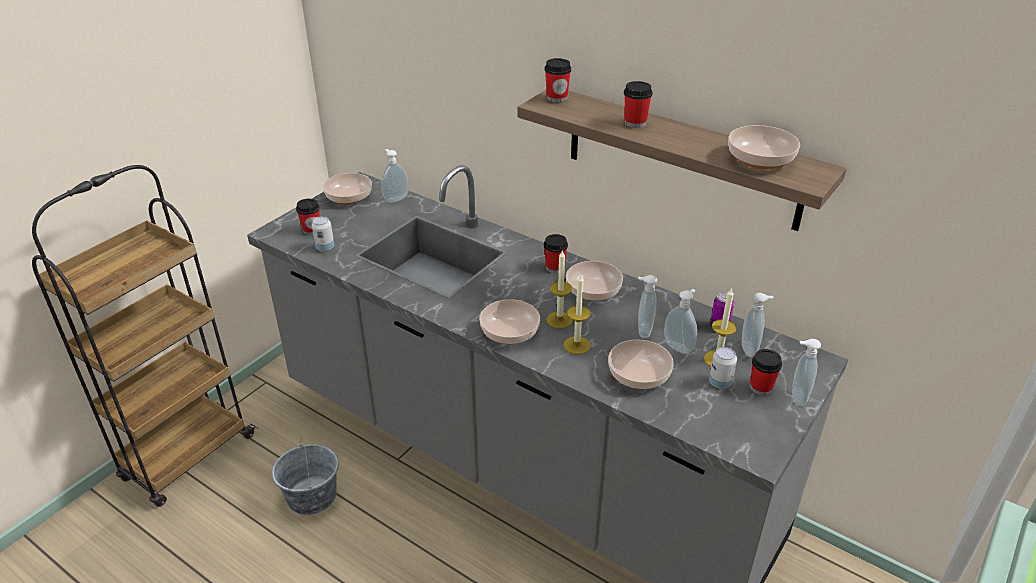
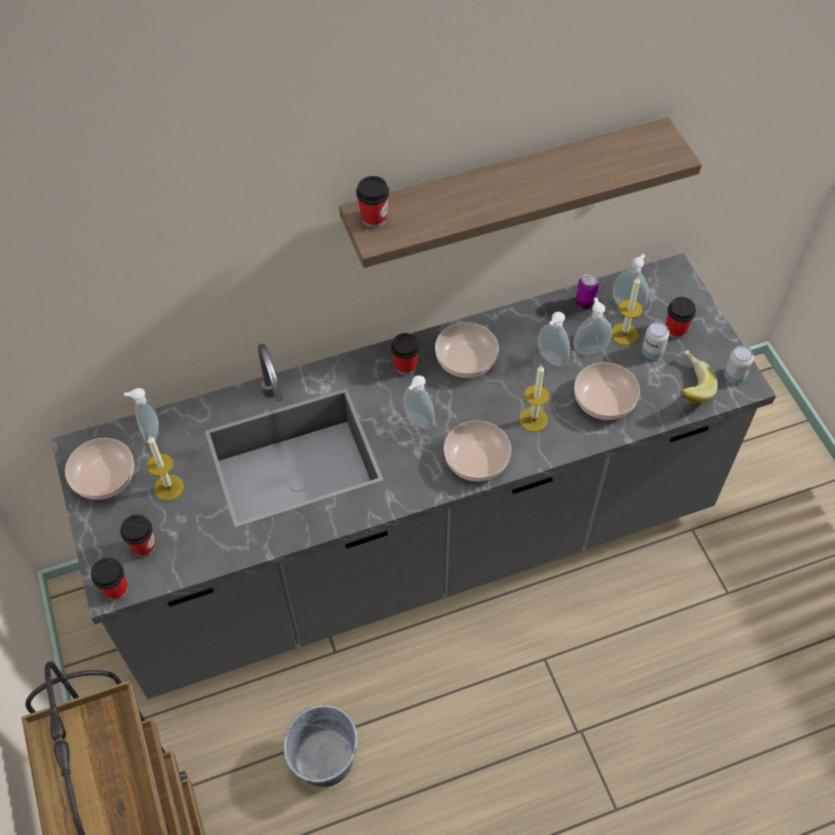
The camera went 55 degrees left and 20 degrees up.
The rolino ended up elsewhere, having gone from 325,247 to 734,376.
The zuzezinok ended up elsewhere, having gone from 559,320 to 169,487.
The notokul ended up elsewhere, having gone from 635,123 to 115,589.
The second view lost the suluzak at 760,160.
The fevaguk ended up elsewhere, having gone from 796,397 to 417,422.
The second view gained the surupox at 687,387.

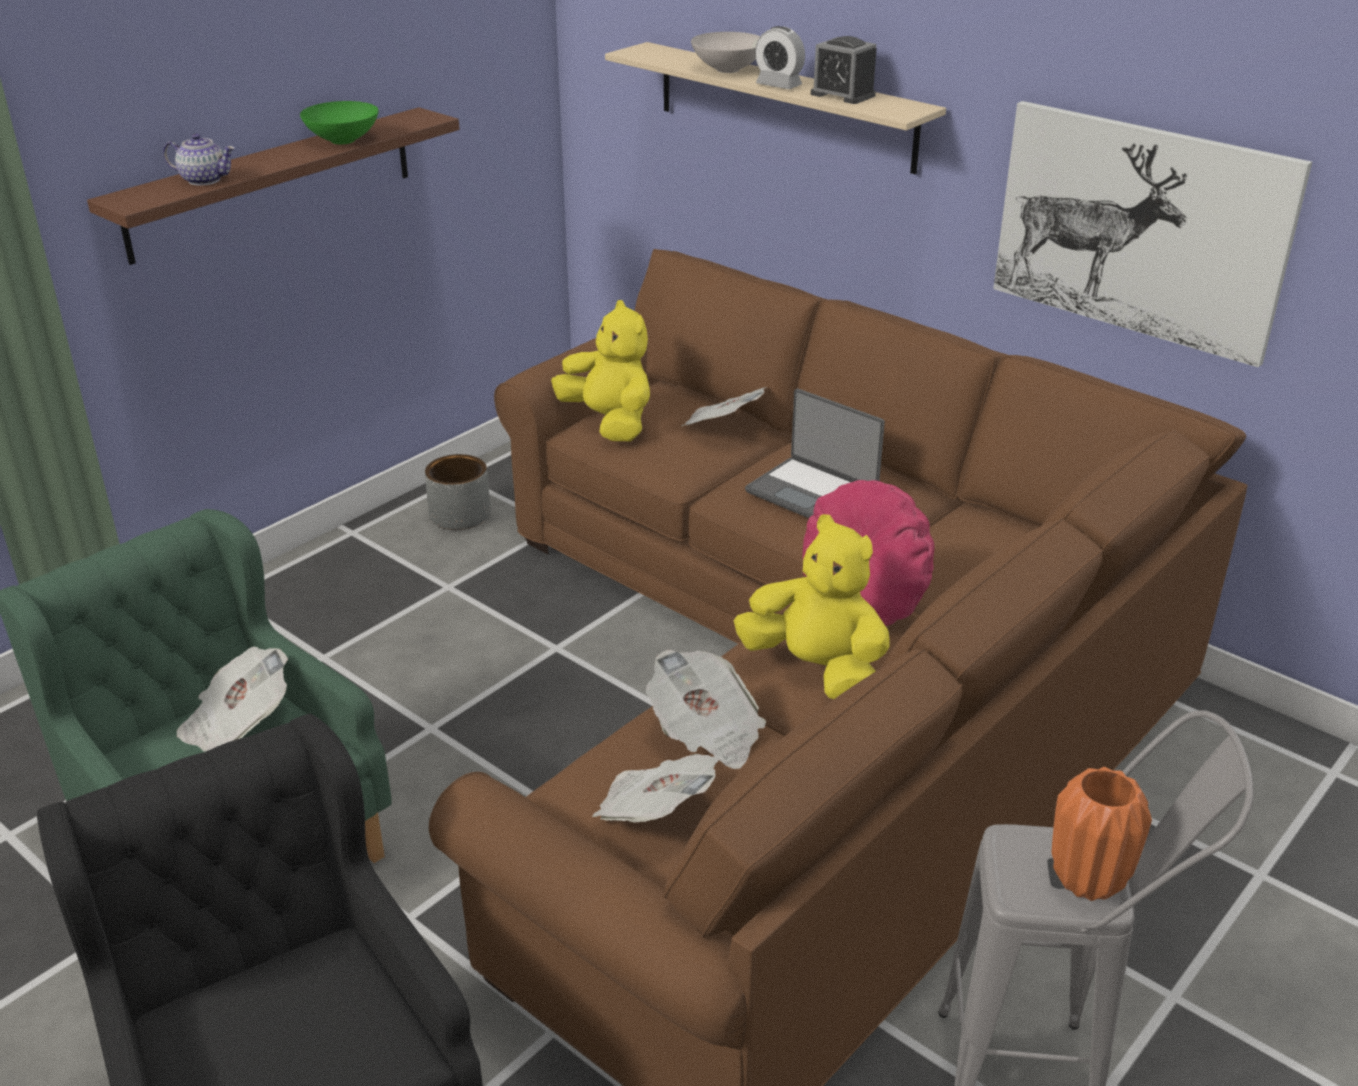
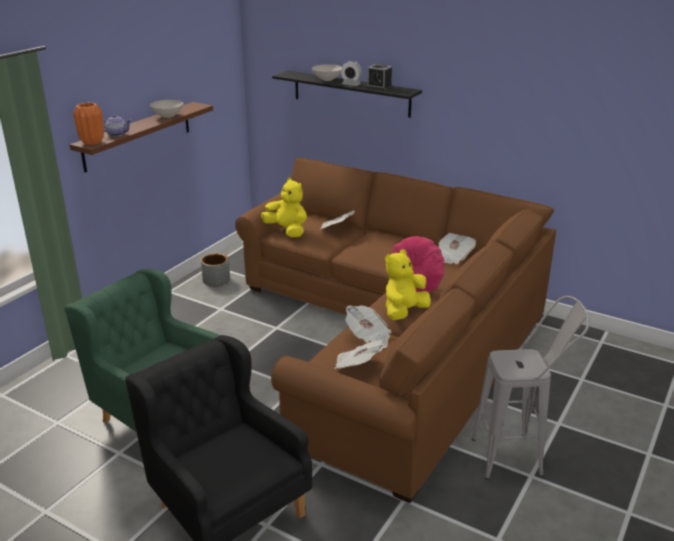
The camera went 10 degrees left and 5 degrees down.
The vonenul ended up elsewhere, having gone from 237,724 to 453,257.
What was the suluzak (green) at 342,141 turned into the suluzak (white) at 167,116.
What was the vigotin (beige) at 784,106 turned into the vigotin (black) at 351,93.
The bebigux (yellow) at 816,670 ended up facing another way, 75 degrees counterclockwise from before.
The second view lost the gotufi at 813,493.
The second view lost the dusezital at 1140,229.
The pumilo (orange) ended up elsewhere, having gone from 1089,881 to 92,142.

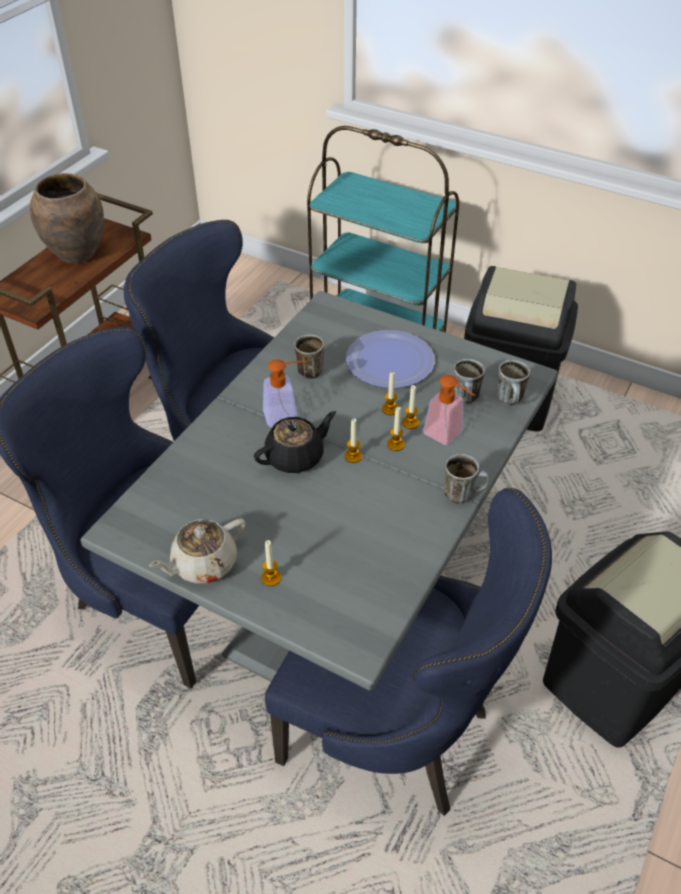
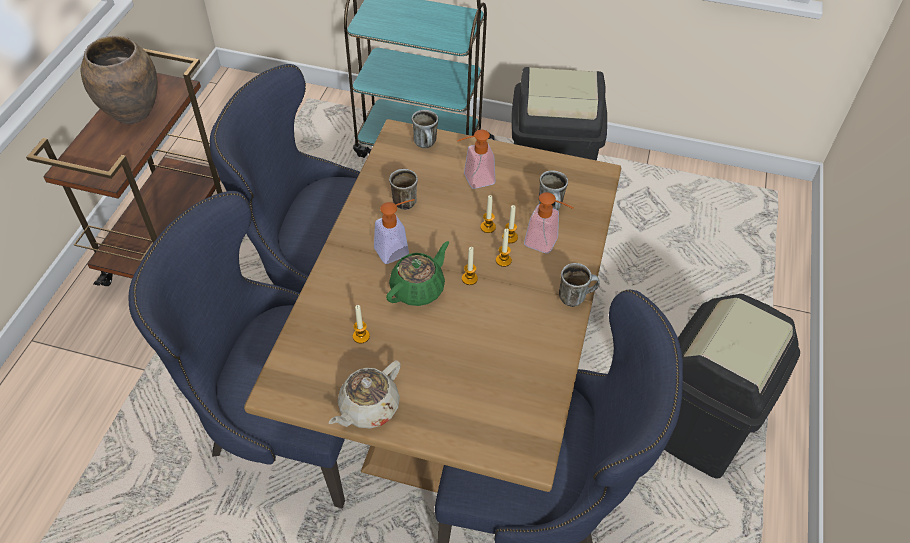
The camera went 15 degrees left and 5 degrees up.
What was the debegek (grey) at 340,595 turned into the debegek (brown) at 451,394.
What was the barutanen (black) at 296,457 turned into the barutanen (green) at 418,288.
The zuzezinok ended up elsewhere, having gone from 271,578 to 361,336.
Where the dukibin stood at 390,361, the fevaguk came to stand at 473,180.
The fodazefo ended up elsewhere, having gone from 511,401 to 427,145.

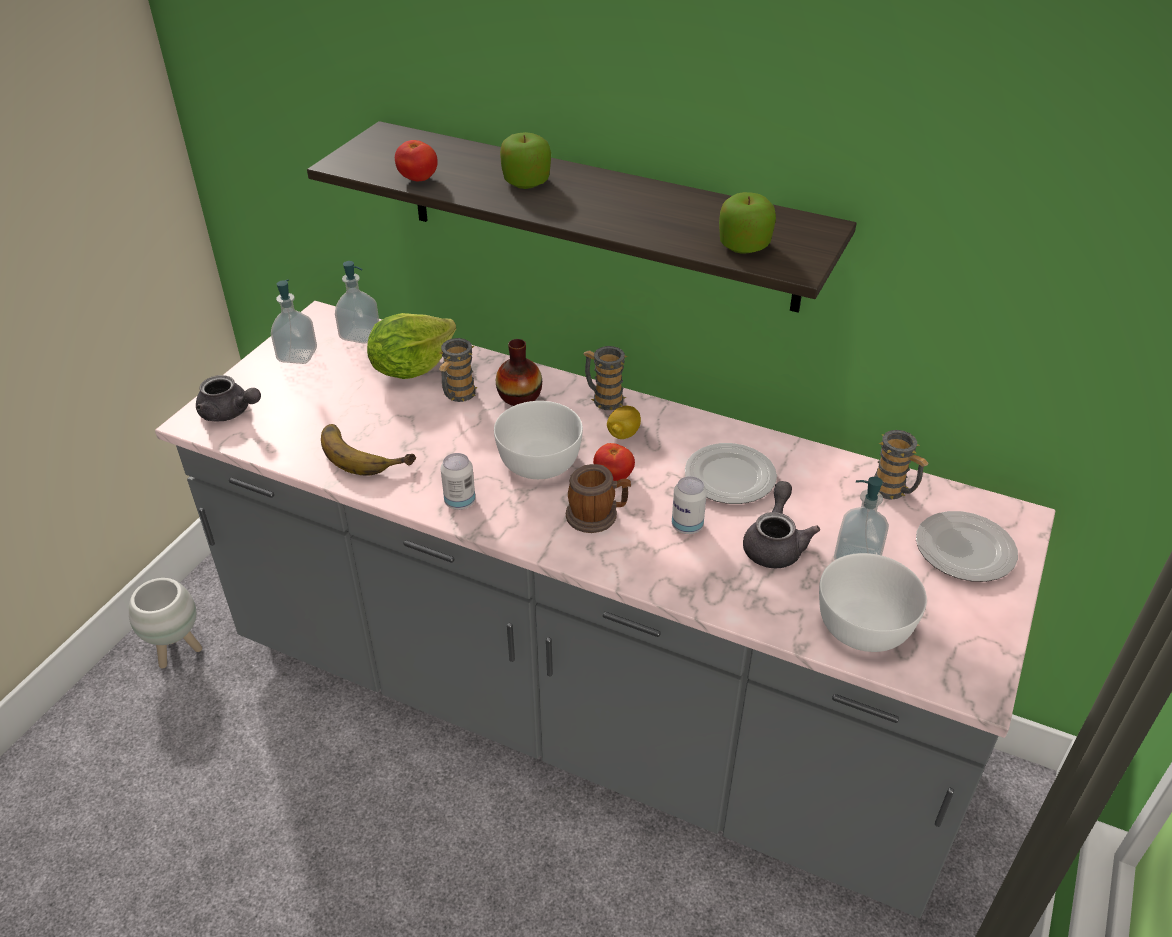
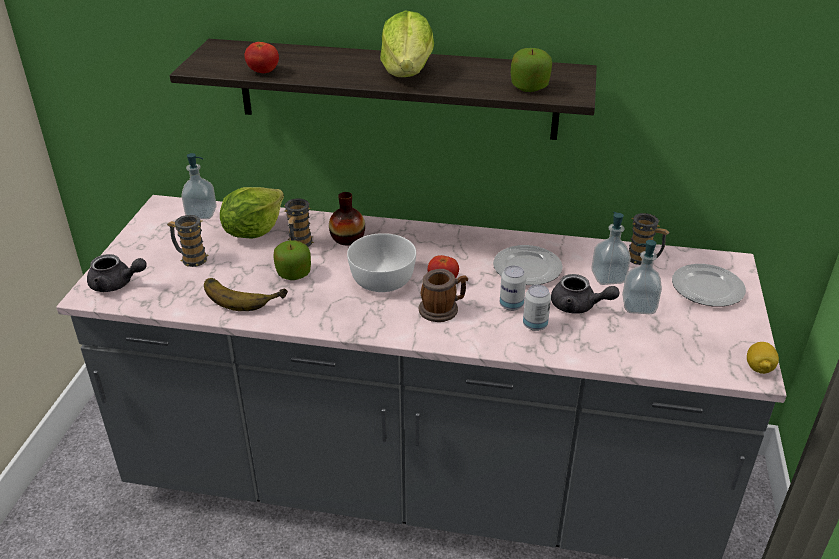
The camera went 15 degrees left and 5 degrees down.
The second view lost the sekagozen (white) at 178,651.
The fevaguk ended up elsewhere, having gone from 297,355 to 608,277.
The rolino ended up elsewhere, having gone from 460,502 to 535,325.
The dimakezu ended up elsewhere, having gone from 526,181 to 294,273.
The fodazefo ended up elsewhere, having gone from 603,399 to 190,259.
The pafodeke ended up elsewhere, having gone from 623,434 to 759,368.
The barutanen (grey) at 775,544 ended up facing another way, 120 degrees clockwise from before.
The second view lost the suluzak (white) at 865,624.
The second view gained the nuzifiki at 407,72.

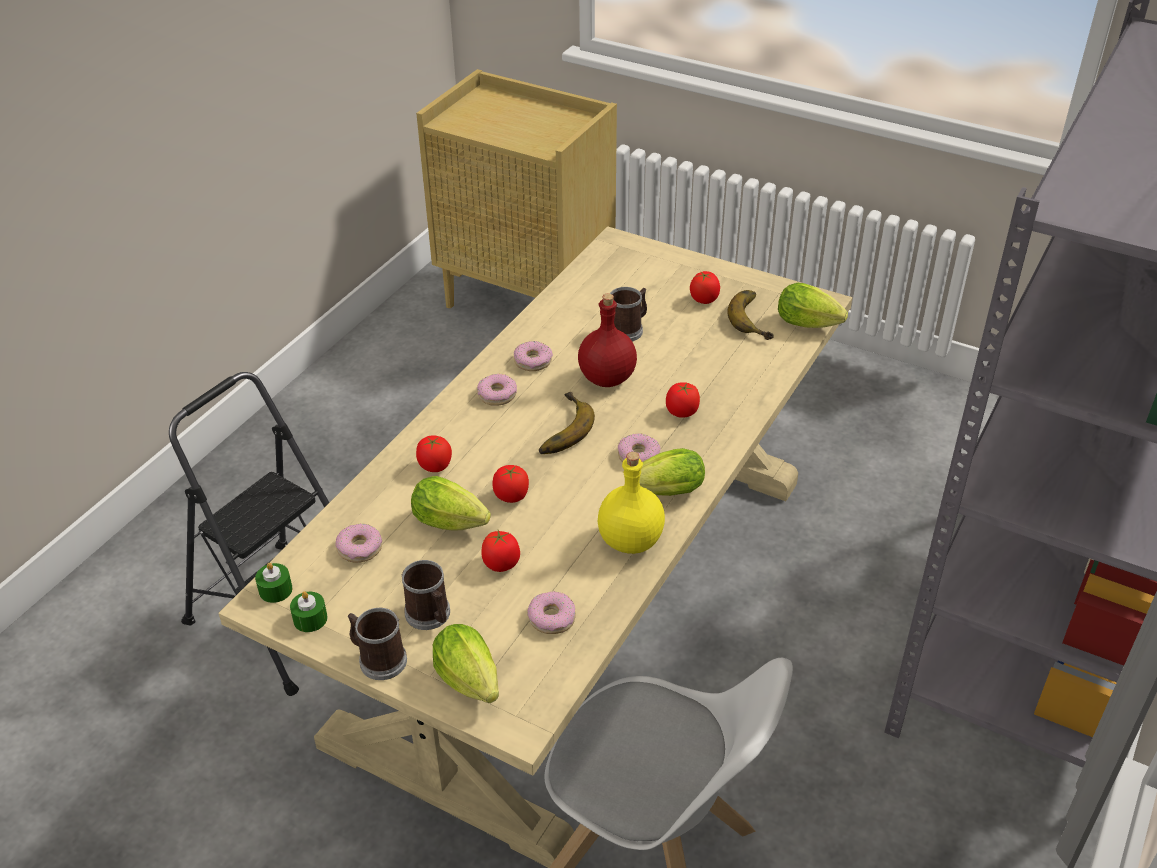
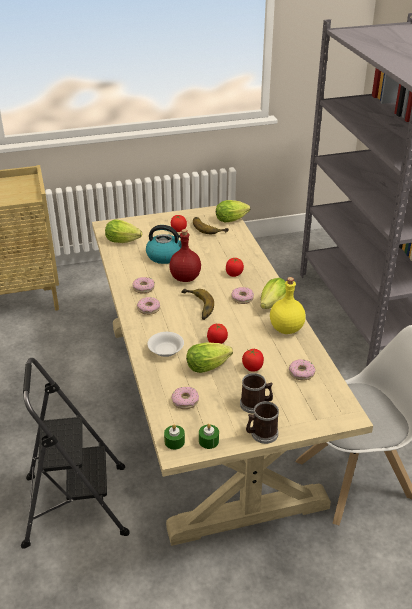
The camera went 45 degrees left and 5 degrees down.
Where the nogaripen stood at 435,466, the suluzak (white) came to stand at 166,351.
The nuzifiki ended up elsewhere, having gone from 471,684 to 124,241.
Where the fodazefo stood at 628,330, the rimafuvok came to stand at 165,256.

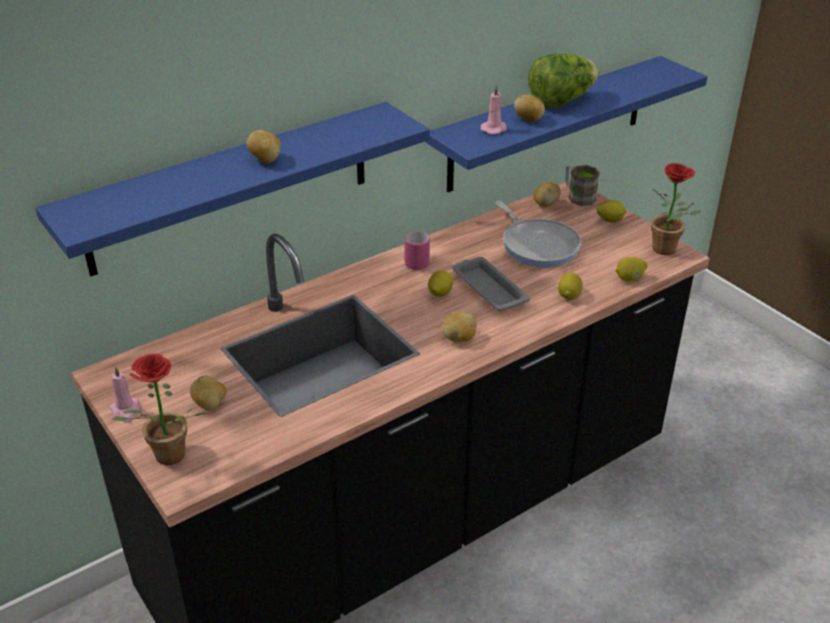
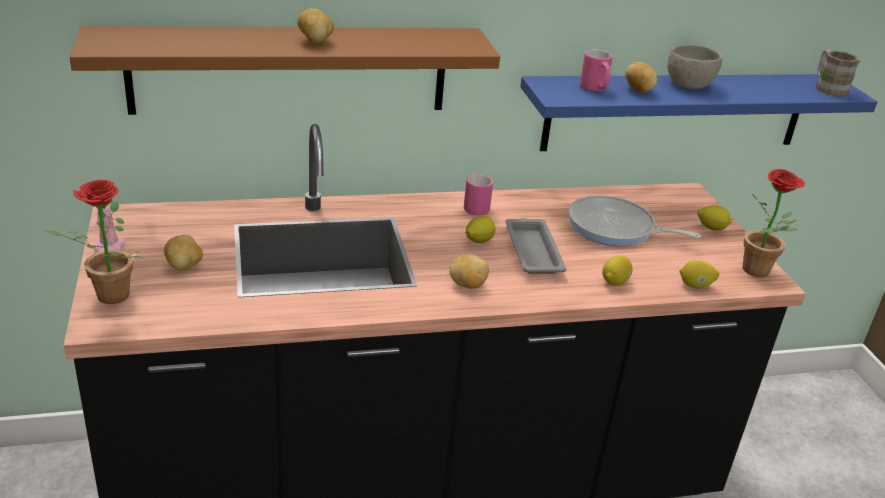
The camera went 20 degrees right and 5 degrees down.
What was the vigotin (blue) at 231,188 turned into the vigotin (brown) at 290,70.
Where the zuzezinok (pink) stood at 494,129, the fodazefo (pink) came to stand at 595,89.
The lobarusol at 538,245 ended up facing another way, 120 degrees clockwise from before.
Where the nuzifiki stood at 561,101, the suluzak (grey) came to stand at 687,84.
The second view lost the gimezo at 546,204.
The fodazefo (brown) ended up elsewhere, having gone from 578,196 to 827,87.

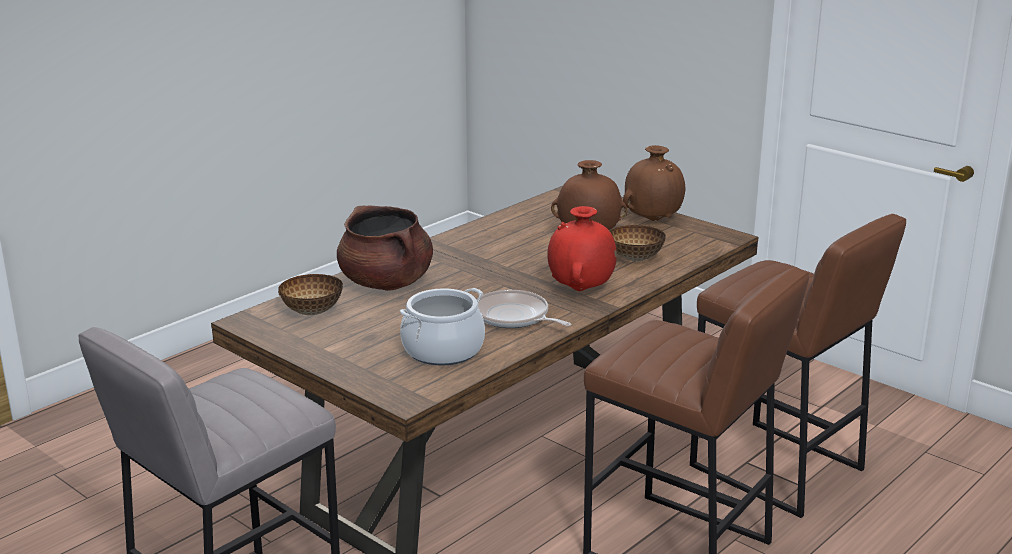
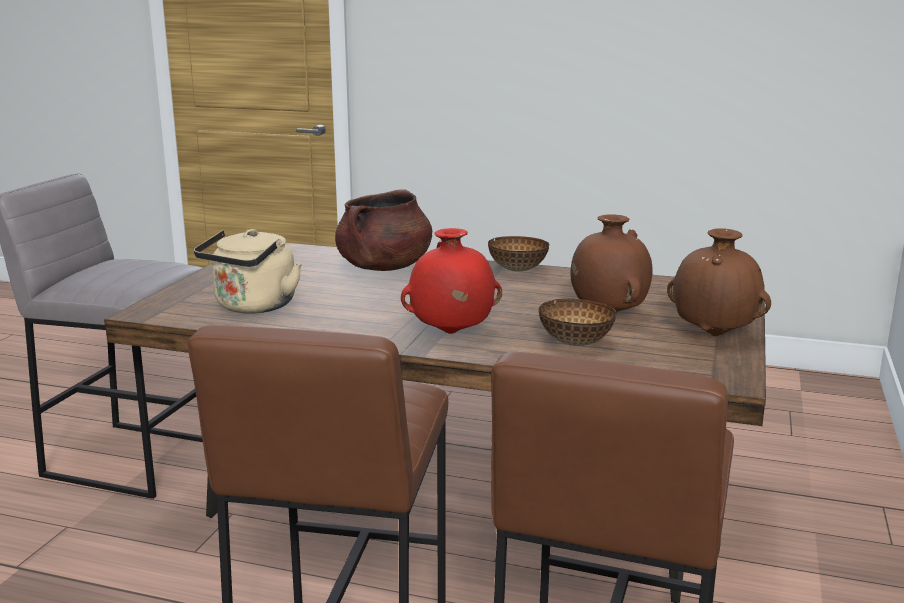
The camera went 65 degrees right and 5 degrees down.
The suluzak ended up elsewhere, having gone from 312,311 to 518,270.
Where the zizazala stood at 443,350, the rimafuvok (beige) came to stand at 253,307.
The second view lost the lobarusol at 514,317.

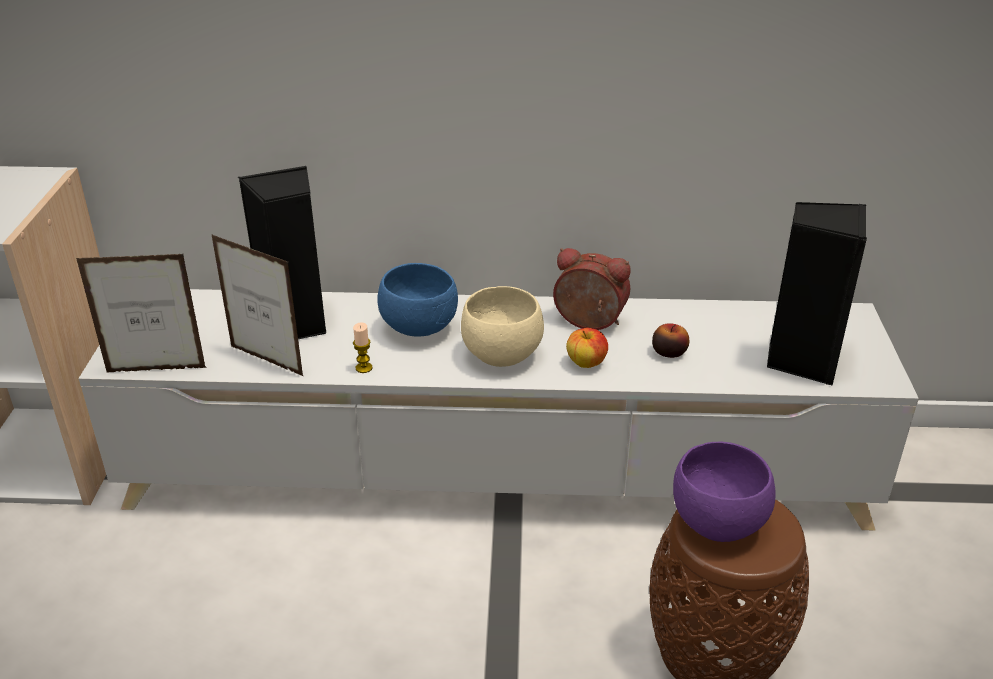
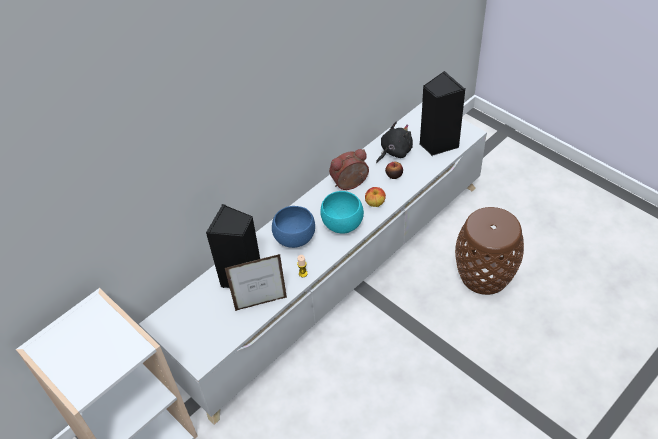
The camera went 45 degrees left and 15 degrees up.
The second view lost the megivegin at 156,370.
What was the suluzak (beige) at 500,356 turned into the suluzak (turquoise) at 342,225.
The second view lost the suluzak (purple) at 716,525.
The second view gained the bebigux (black) at 394,151.

